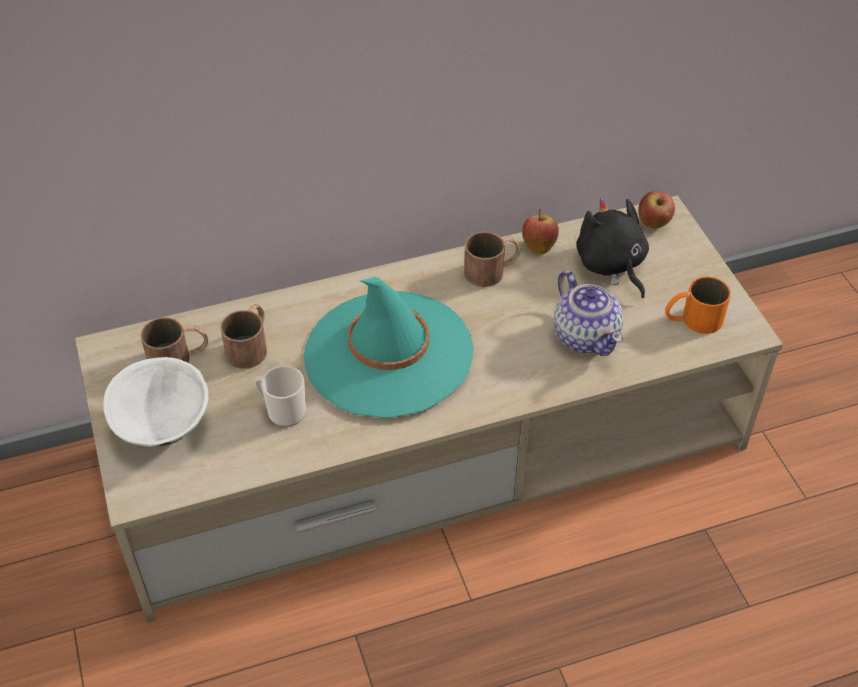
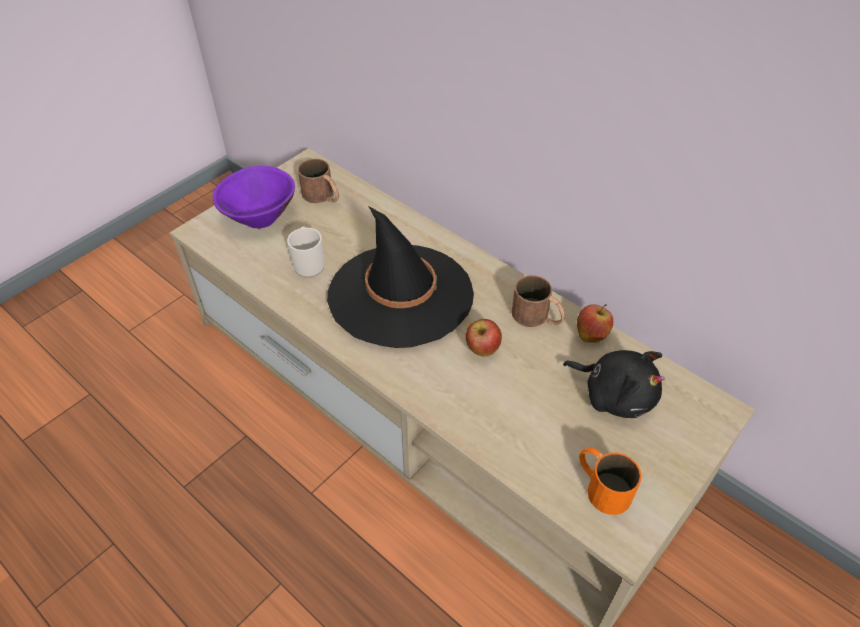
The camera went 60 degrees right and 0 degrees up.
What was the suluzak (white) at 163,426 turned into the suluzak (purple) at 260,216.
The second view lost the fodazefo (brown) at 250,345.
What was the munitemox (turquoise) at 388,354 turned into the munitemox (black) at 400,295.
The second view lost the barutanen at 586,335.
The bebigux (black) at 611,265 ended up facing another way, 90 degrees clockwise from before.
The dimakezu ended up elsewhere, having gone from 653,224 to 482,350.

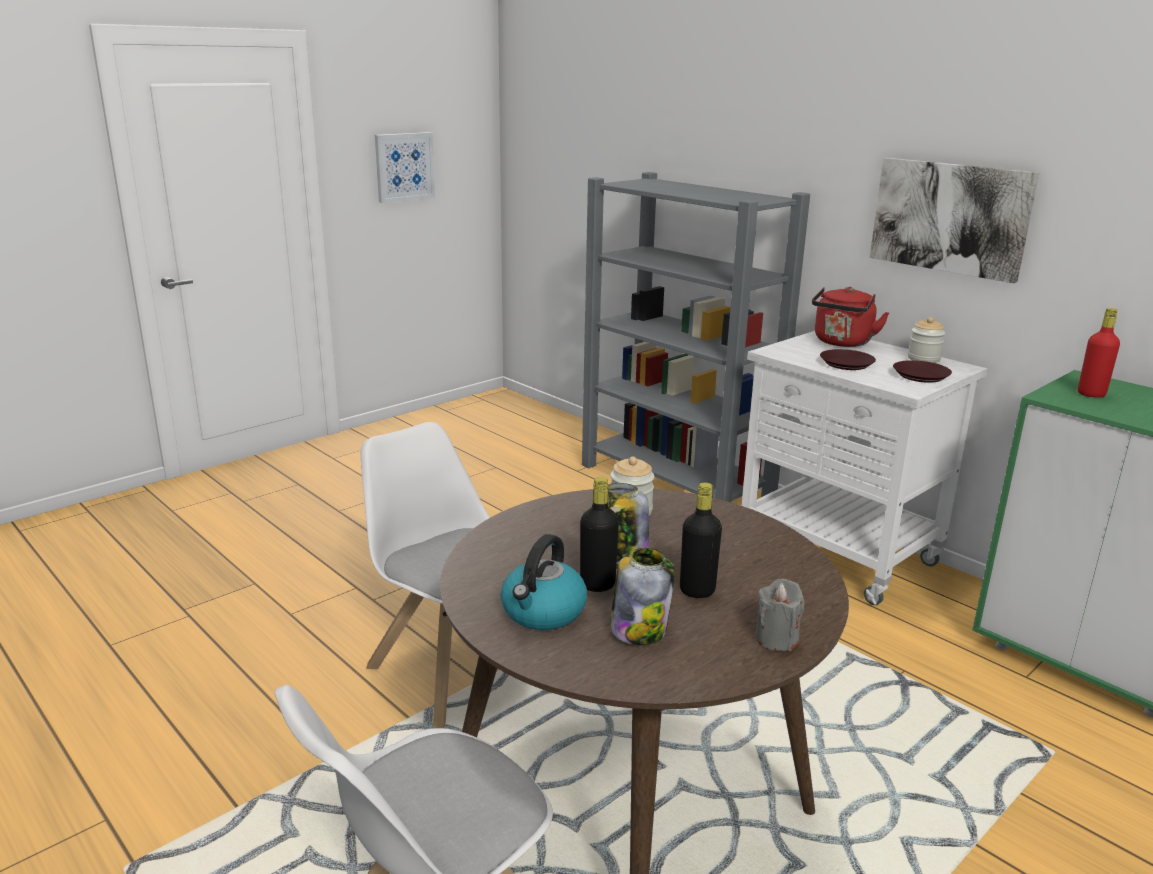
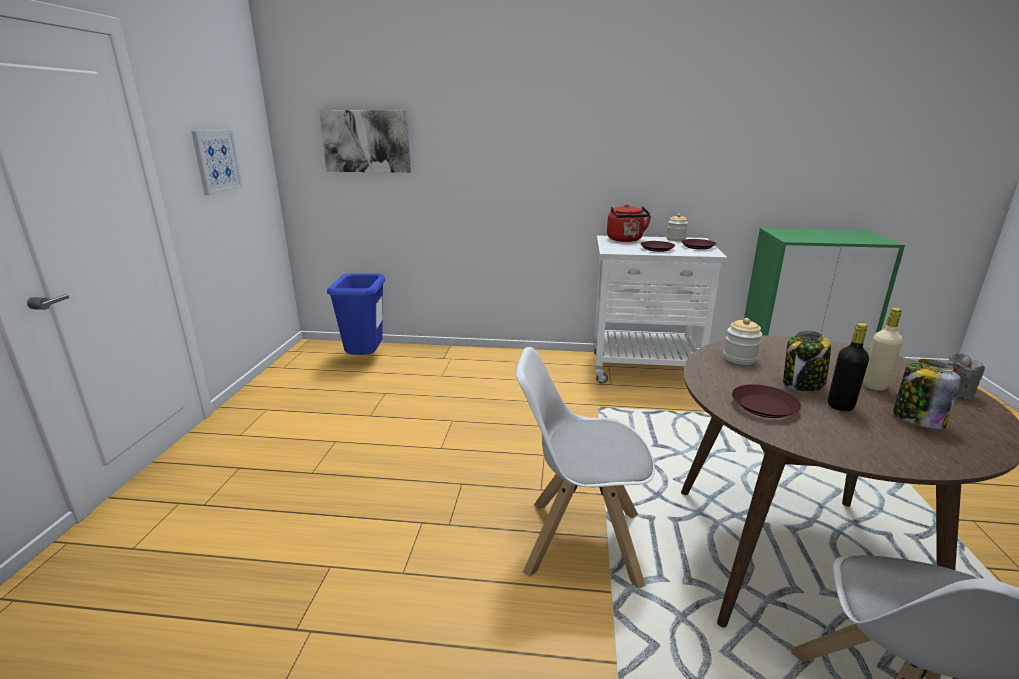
The camera went 40 degrees left and 0 degrees up.
The second view lost the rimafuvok at 543,612.
The second view lost the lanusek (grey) at 675,483.
What was the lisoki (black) at 697,591 turned into the lisoki (beige) at 874,386.
The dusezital ended up elsewhere, having gone from 950,217 to 366,141.
The second view lost the lisoki (red) at 1091,394.
The second view gained the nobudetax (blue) at 365,360.
The second view gained the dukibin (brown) at 764,406.

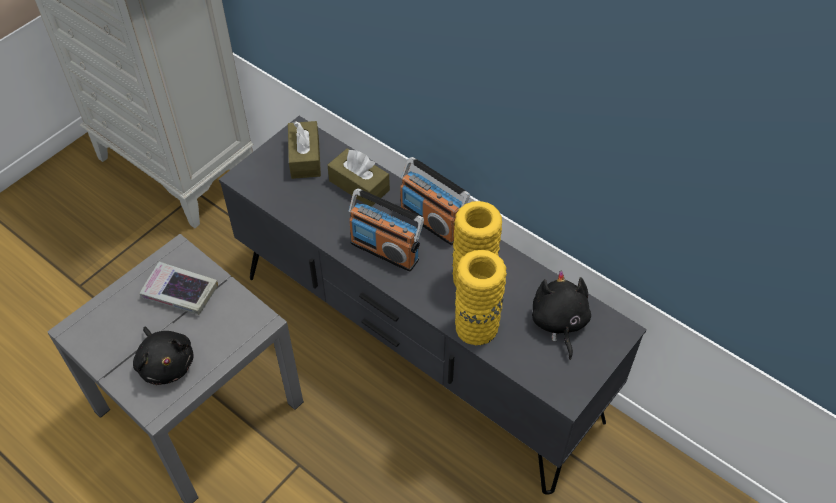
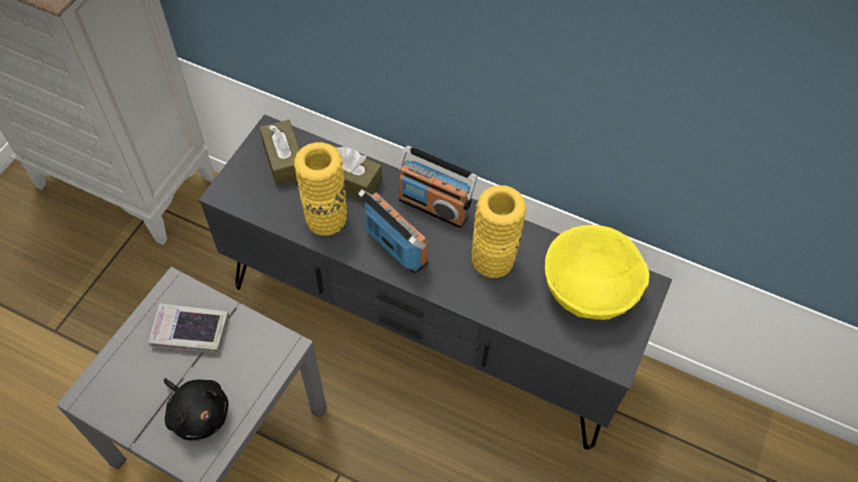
The camera went 15 degrees left and 5 degrees up.
The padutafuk at 385,250 ended up facing another way, 150 degrees counterclockwise from before.
The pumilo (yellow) ended up elsewhere, having gone from 476,327 to 326,218.
Where the bebigux (black) stood at 559,322, the suluzak (yellow) came to stand at 588,289.

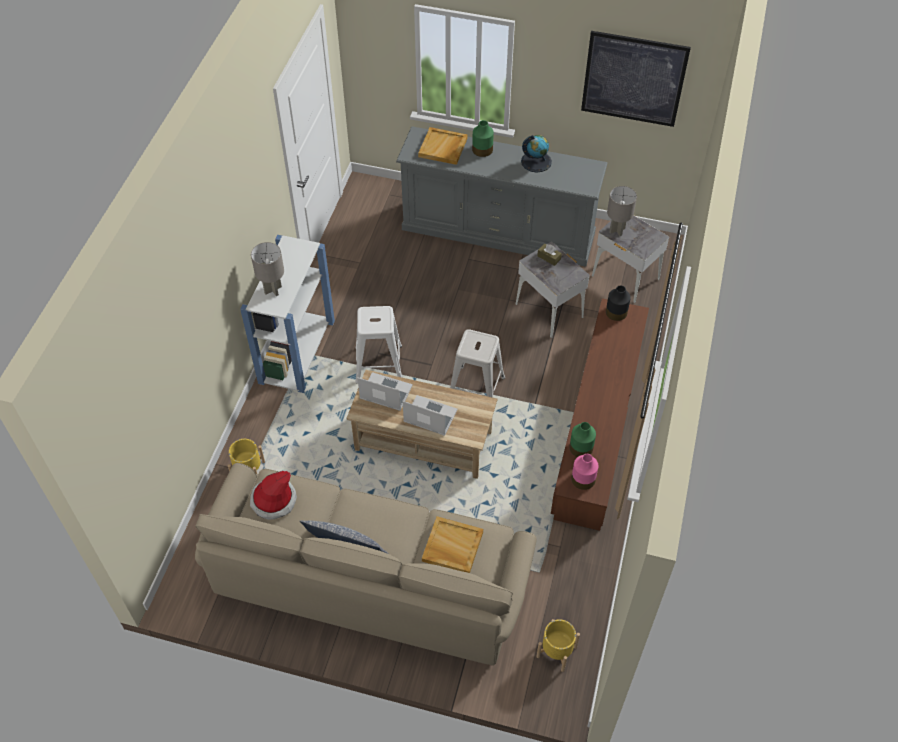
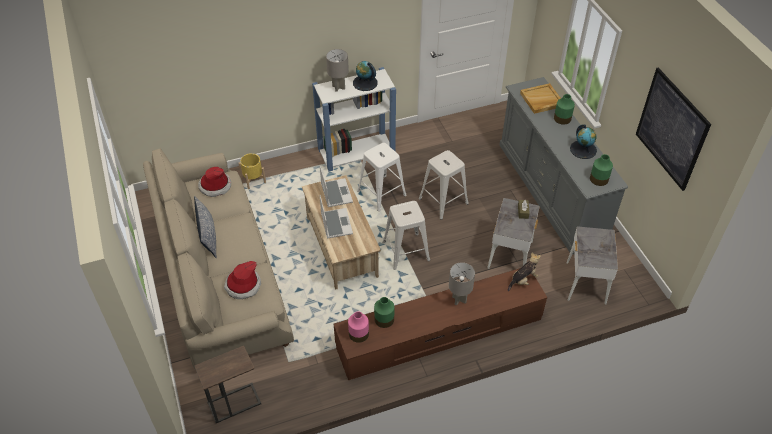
The camera went 55 degrees right and 5 degrees down.
Where the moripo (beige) stood at 452,547, the munitemox came to stand at 243,285.
Where the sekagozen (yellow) stood at 556,651, the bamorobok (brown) came to stand at 234,403.
Where the pumilo (black) stood at 616,312, the bebigux came to stand at 523,280.
The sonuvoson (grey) ended up elsewhere, having gone from 617,230 to 459,300.
The second view gained the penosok at 365,83.
The second view gained the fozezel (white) at 443,201.
The second view gained the pumilo (green) at 599,179.

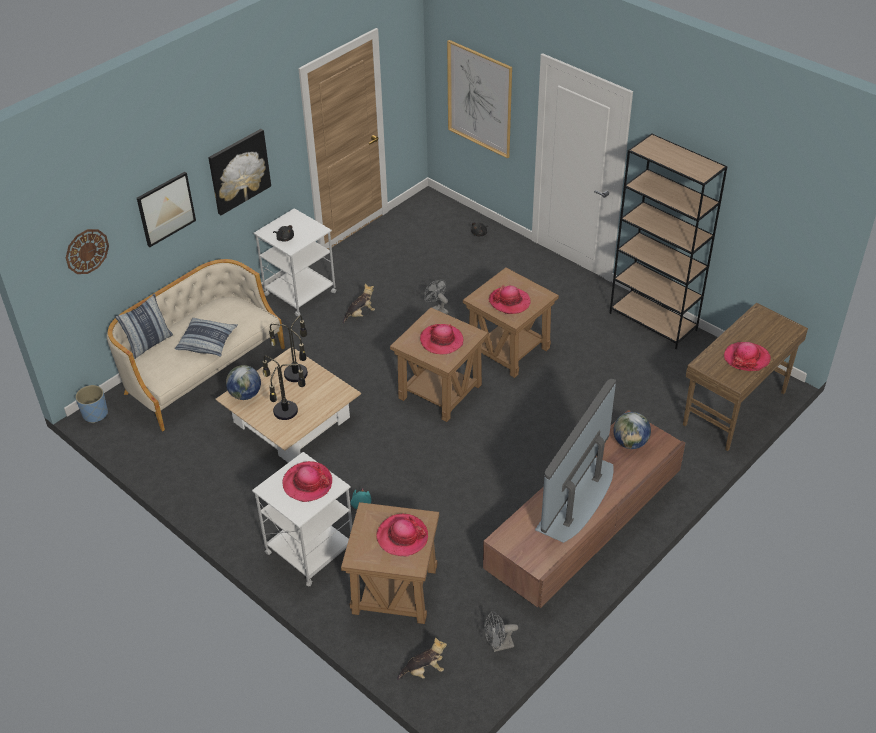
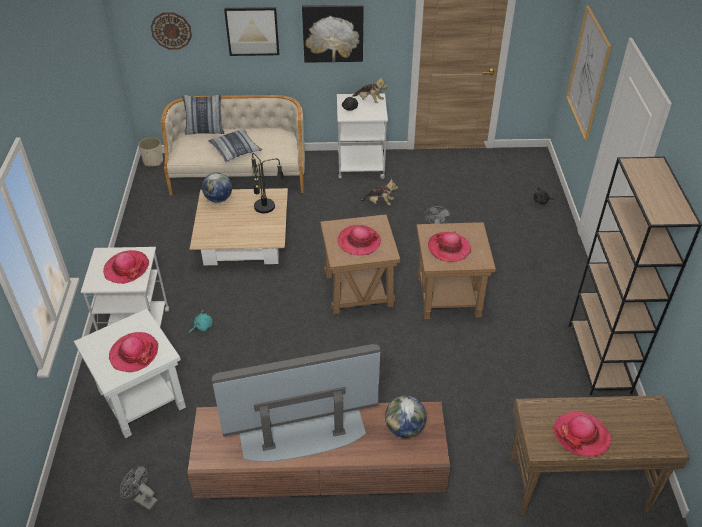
The camera went 45 degrees right and 0 degrees up.
What was the sekagozen (blue) at 95,414 turned into the sekagozen (beige) at 153,161.
The second view lost the sonuvoson at 285,411.
What was the bamorobok (brown) at 394,591 turned into the bamorobok (white) at 141,399.
The bebigux ended up elsewhere, having gone from 424,670 to 369,101.

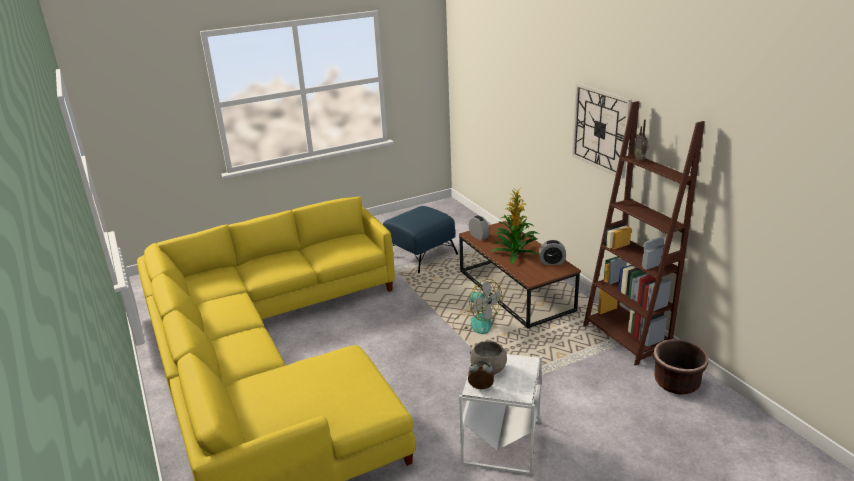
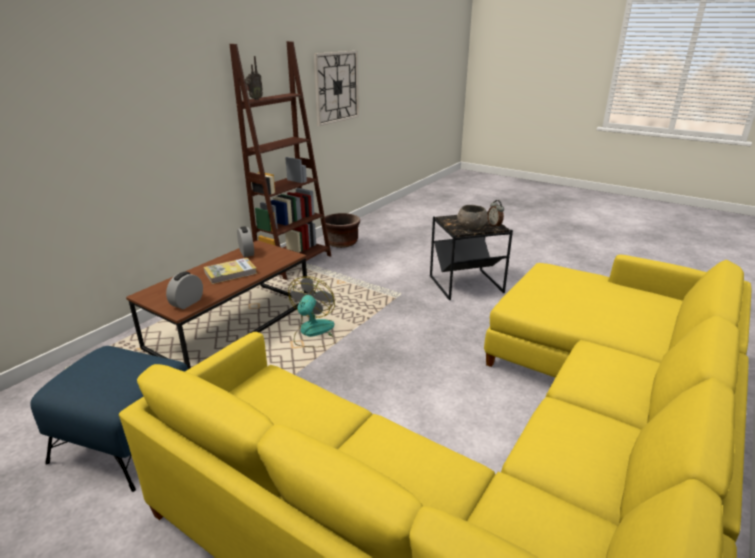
The camera went 120 degrees left and 0 degrees up.
What was the bamorobok (white) at 500,443 turned into the bamorobok (black) at 466,285.
Where the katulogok stood at 515,253, the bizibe came to stand at 230,273.
The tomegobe ended up elsewhere, having gone from 601,129 to 336,87.

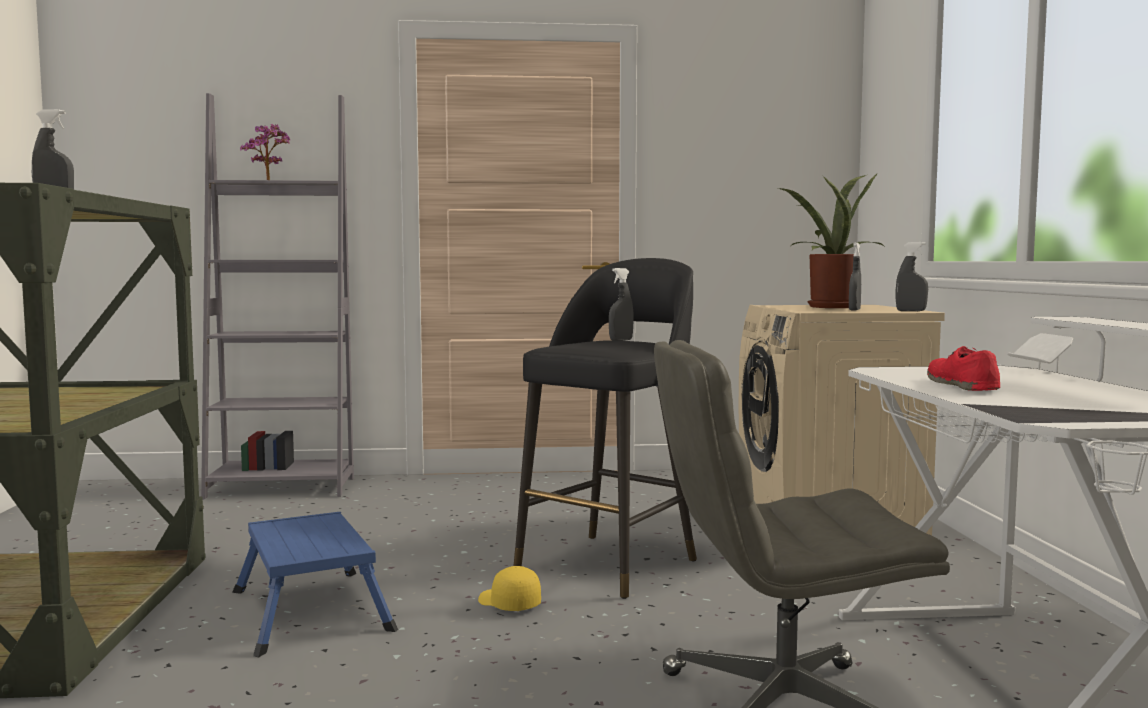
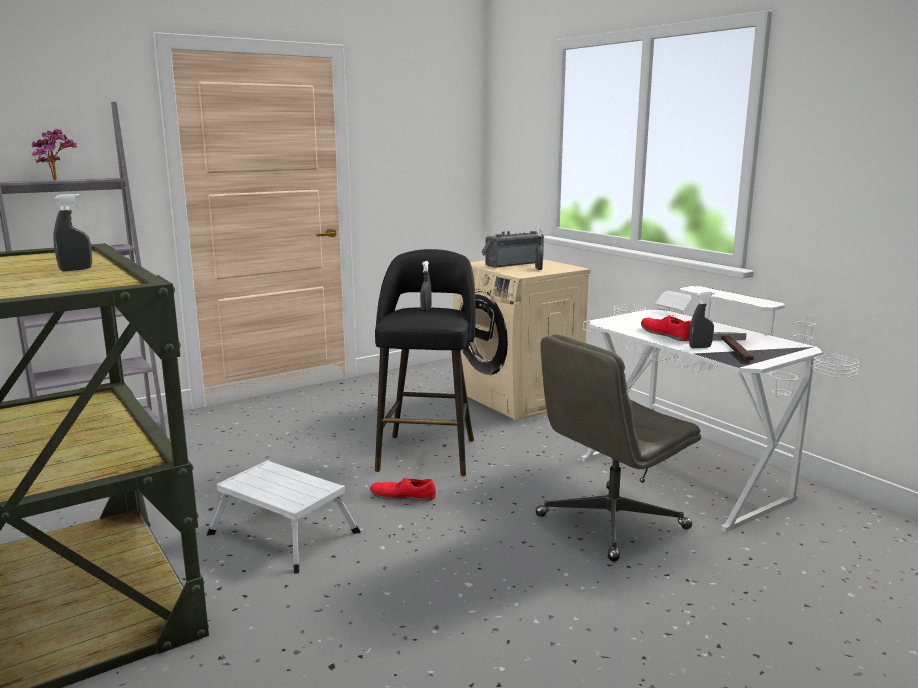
The camera went 30 degrees left and 10 degrees up.
What was the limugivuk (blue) at 310,609 turned into the limugivuk (white) at 283,533.
Where the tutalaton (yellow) stood at 508,604, the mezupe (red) came to stand at 403,496.
Where the katulogok stood at 828,307, the padutafuk came to stand at 512,263.
The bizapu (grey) ended up elsewhere, having gone from 911,311 to 700,347.
The second view gained the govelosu at 739,349.

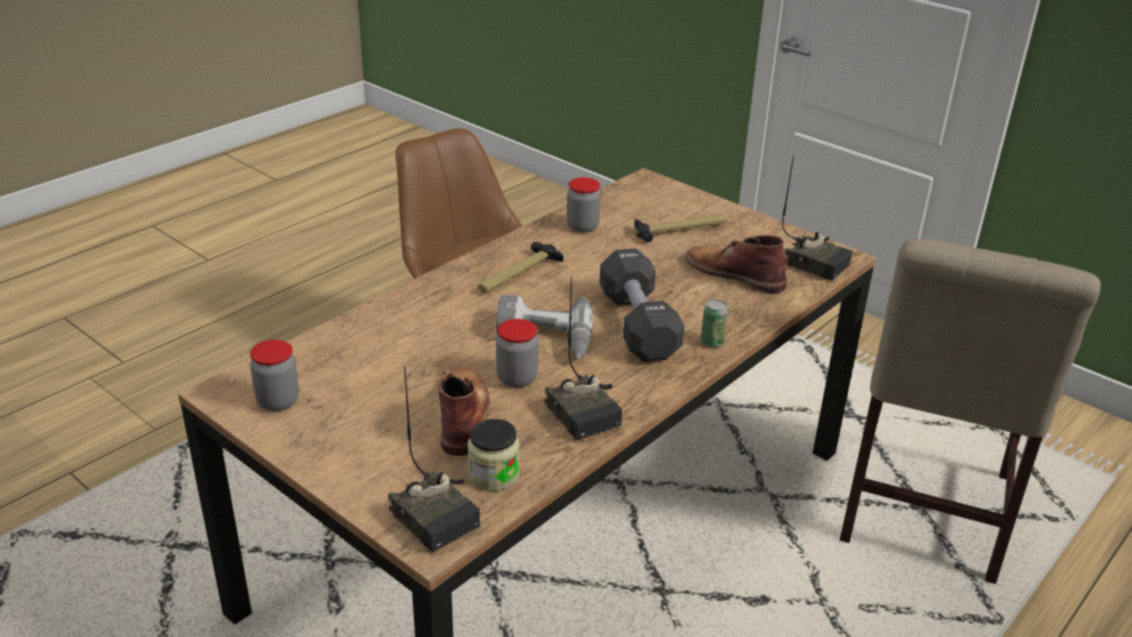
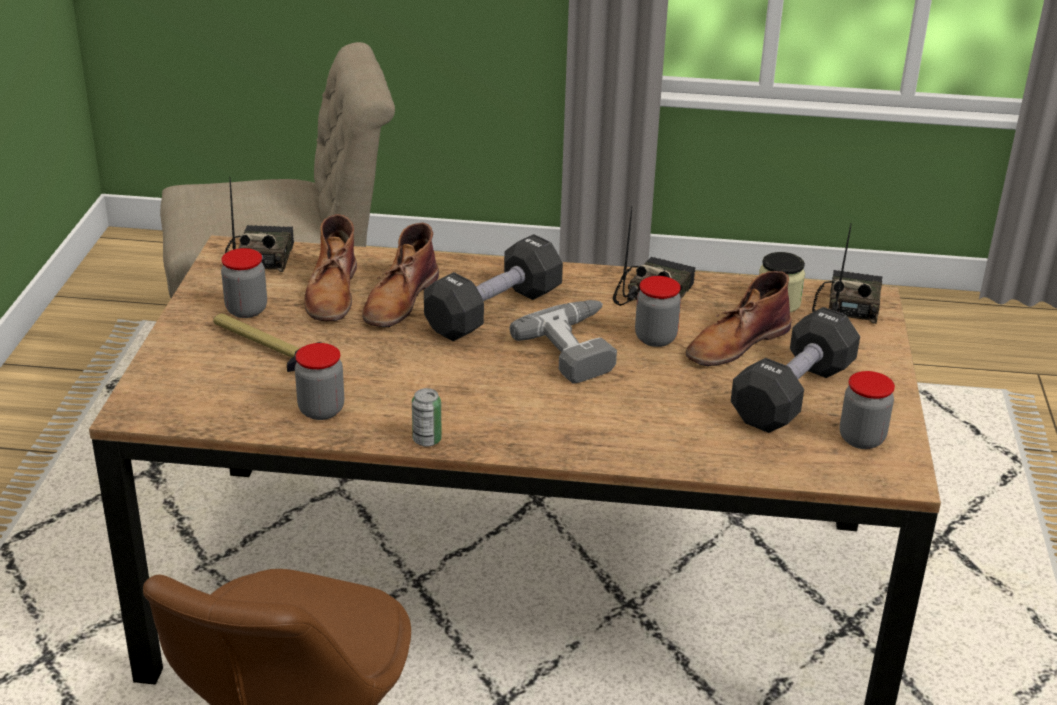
The camera went 125 degrees left and 0 degrees up.
The second view lost the govelosu at 518,275.
The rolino ended up elsewhere, having gone from 712,342 to 427,440.
The second view gained the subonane at 246,310.
The second view gained the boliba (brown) at 399,299.
The second view gained the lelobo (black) at 792,394.

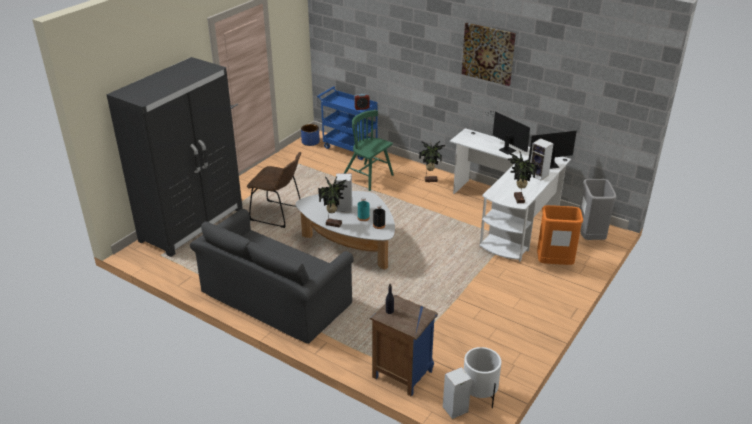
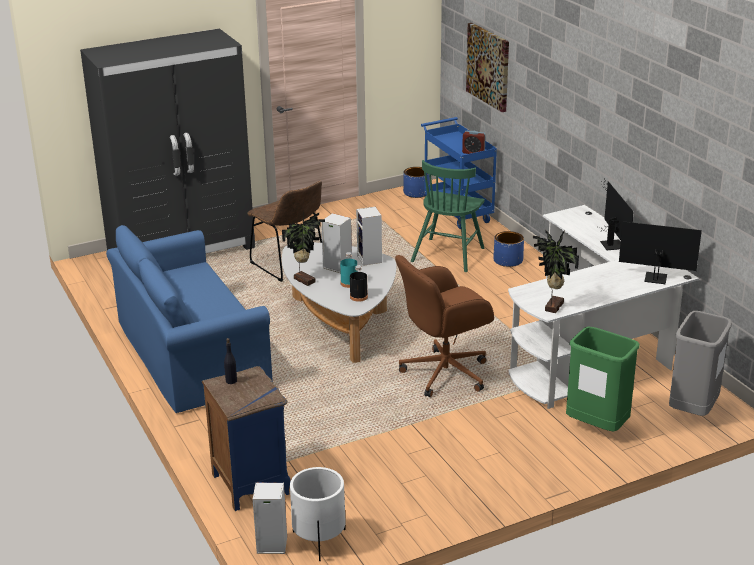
The camera went 30 degrees right and 5 degrees down.
What was the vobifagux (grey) at 275,298 turned into the vobifagux (blue) at 191,354.
The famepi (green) at 369,178 ended up facing another way, 135 degrees counterclockwise from before.
The second view lost the katulogok at 430,180.
The dusezital ended up elsewhere, having gone from 488,53 to 488,66.
The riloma ended up elsewhere, having gone from 539,175 to 370,259.
What was the nobudetax (orange) at 554,264 turned into the nobudetax (green) at 596,426.
The second view gained the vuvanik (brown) at 444,374.
The second view gained the sekagozen (blue) at 508,260.

